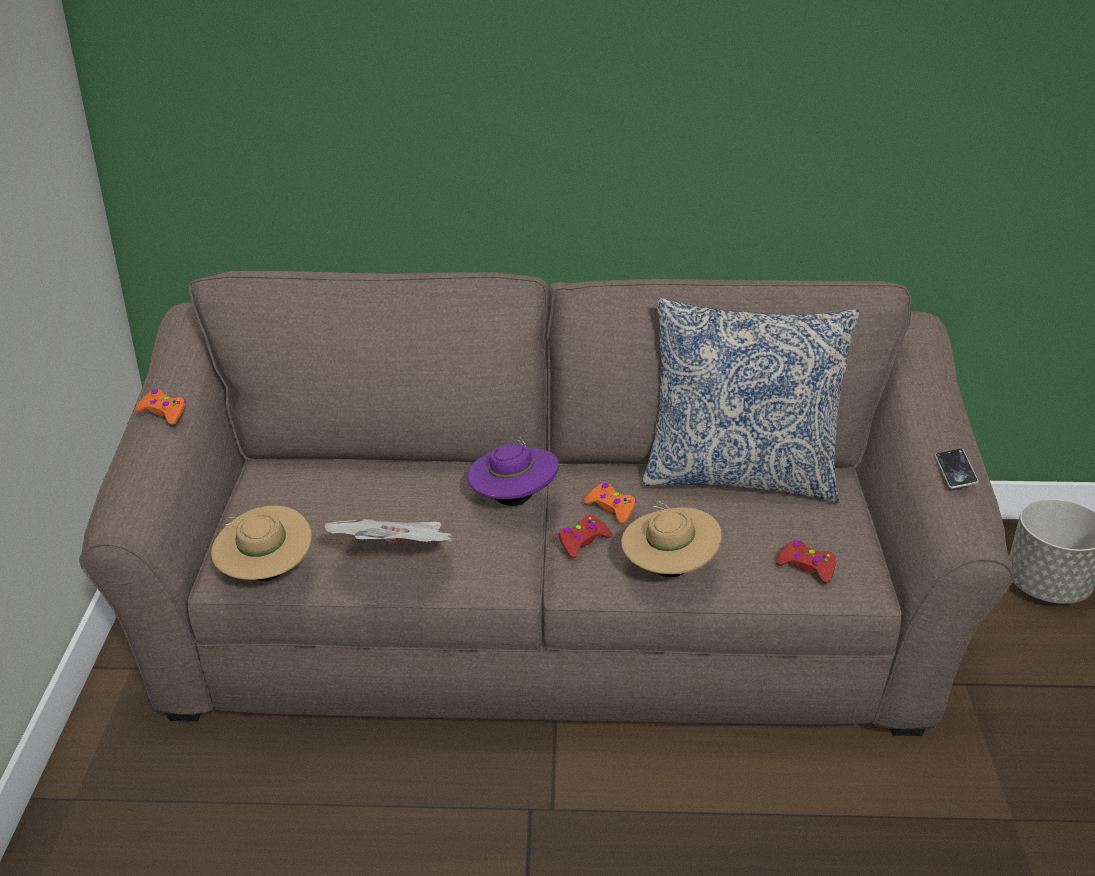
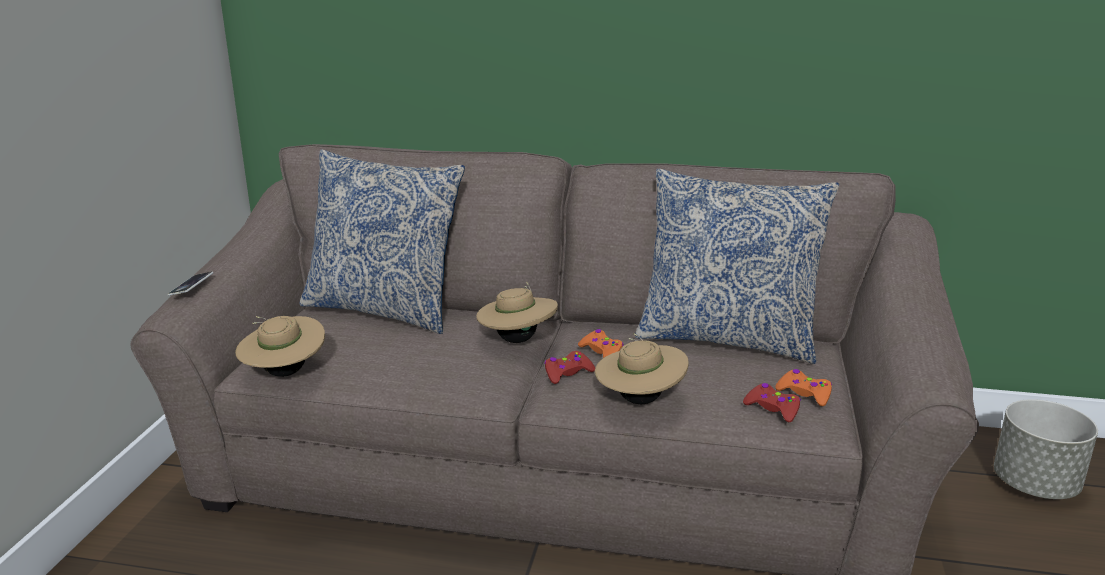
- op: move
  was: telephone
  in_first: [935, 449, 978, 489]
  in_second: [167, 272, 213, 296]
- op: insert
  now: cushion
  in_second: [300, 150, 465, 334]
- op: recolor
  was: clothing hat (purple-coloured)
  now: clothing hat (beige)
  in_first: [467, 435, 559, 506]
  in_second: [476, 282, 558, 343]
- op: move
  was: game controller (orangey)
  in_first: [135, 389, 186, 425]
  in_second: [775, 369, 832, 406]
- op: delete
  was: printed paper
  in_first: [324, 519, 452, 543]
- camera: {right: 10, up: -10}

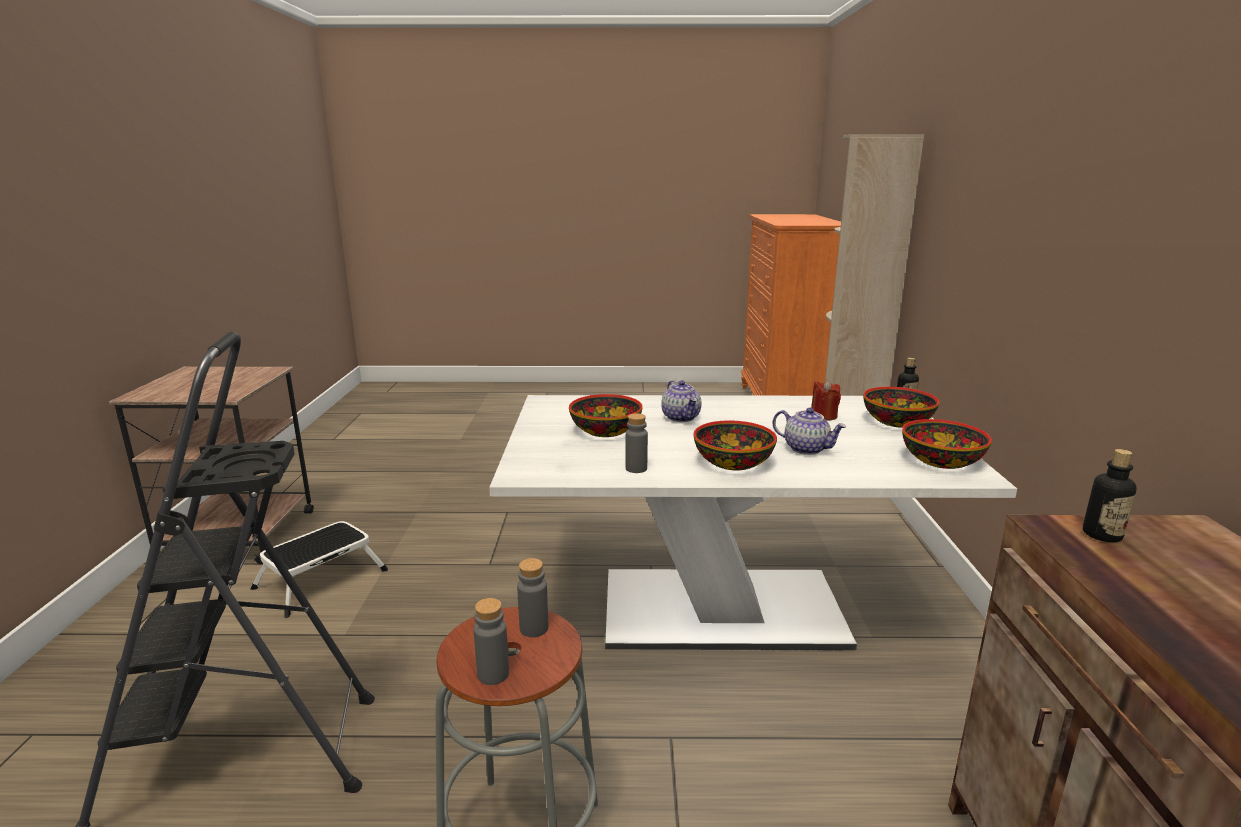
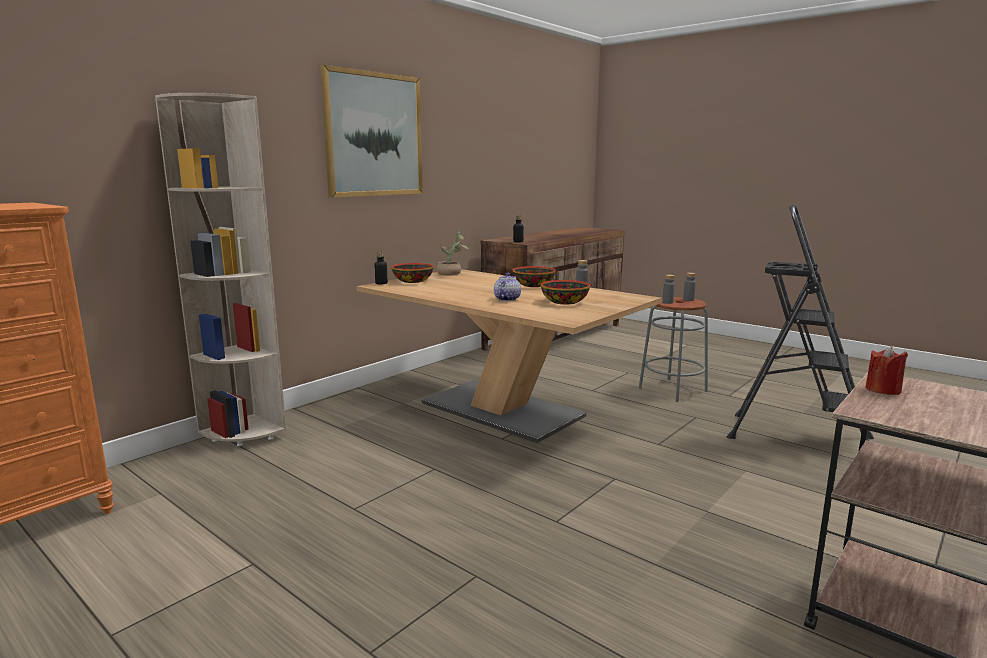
- op: insert
  now: picture
  in_second: [320, 65, 423, 198]
- op: recolor
  was: kitchen table (white)
  now: kitchen table (brownish)
  in_first: [489, 395, 1017, 650]
  in_second: [357, 269, 662, 443]
- op: replace
  was: serving bowl
  now: potted plant
  in_first: [902, 419, 992, 469]
  in_second: [437, 230, 469, 275]
- op: move
  was: wax light (red)
  in_first: [811, 380, 841, 421]
  in_second: [866, 346, 908, 395]
- op: delete
  was: step ladder (blackish)
  in_first: [251, 521, 388, 618]
- op: delete
  was: teapot
  in_first: [773, 408, 847, 455]
- camera: {right: -140, up: -5}

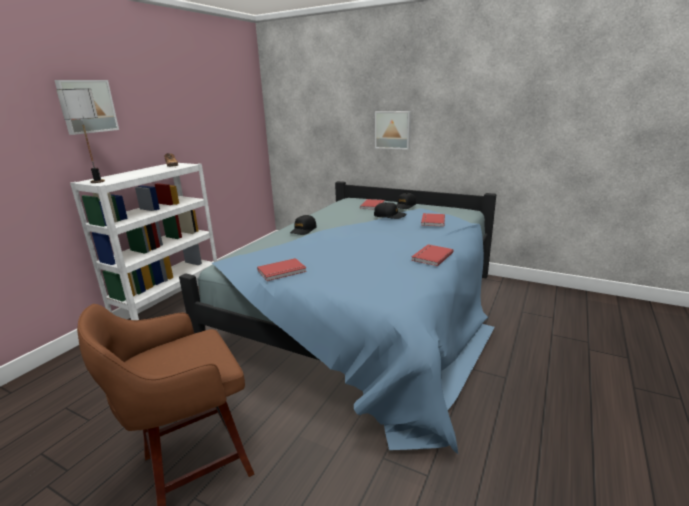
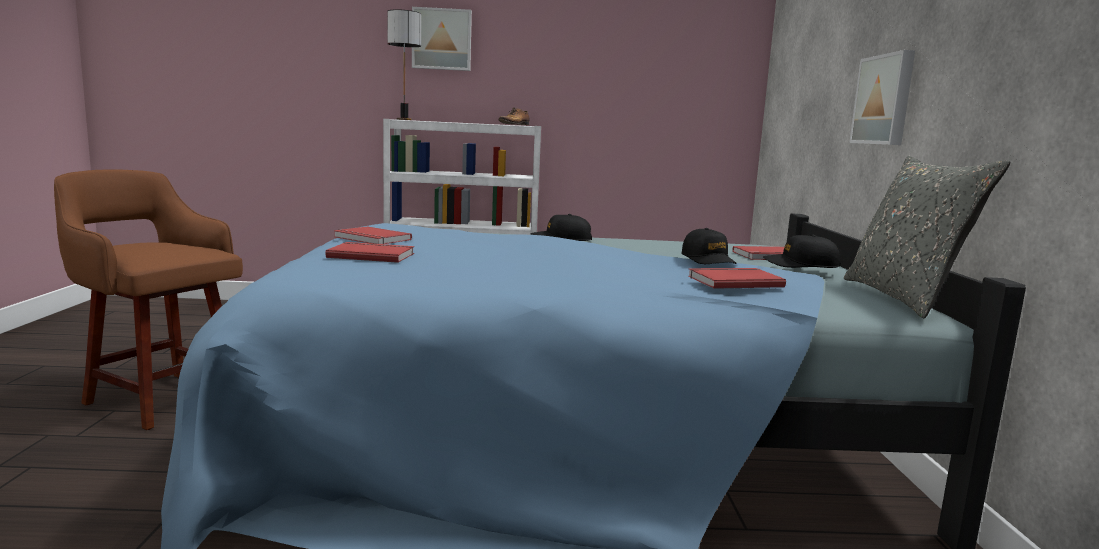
- op: move
  was: bound book (red)
  in_first: [411, 244, 454, 266]
  in_second: [326, 242, 414, 263]
- op: insert
  now: cushion (greyish)
  in_second: [844, 156, 1010, 318]
- camera: {right: 60, up: -10}

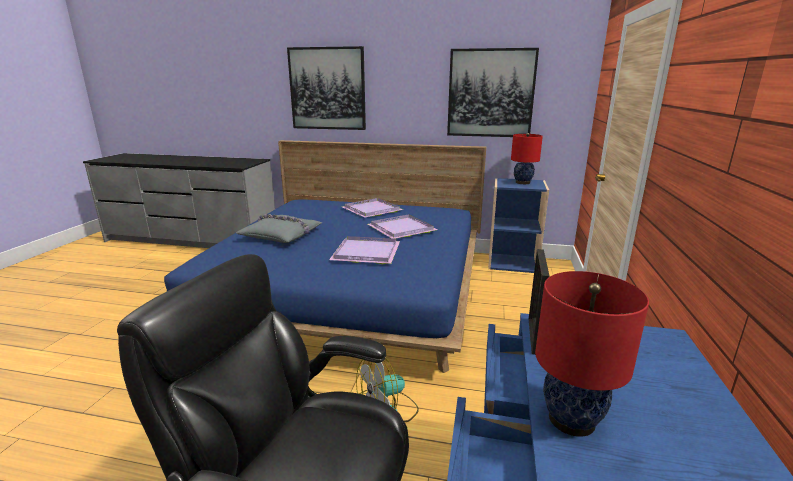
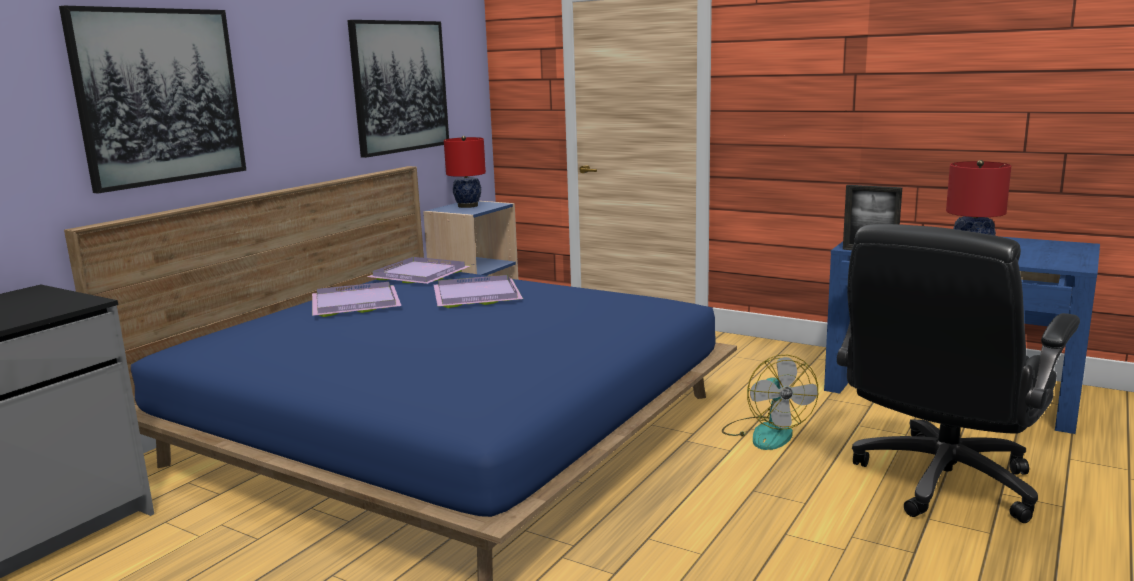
- op: move
  was: carrying tray (purple-coloured)
  in_first: [329, 236, 400, 264]
  in_second: [367, 257, 470, 284]
- op: delete
  was: cushion (greyish)
  in_first: [236, 214, 322, 243]
- camera: {right: -70, up: -5}

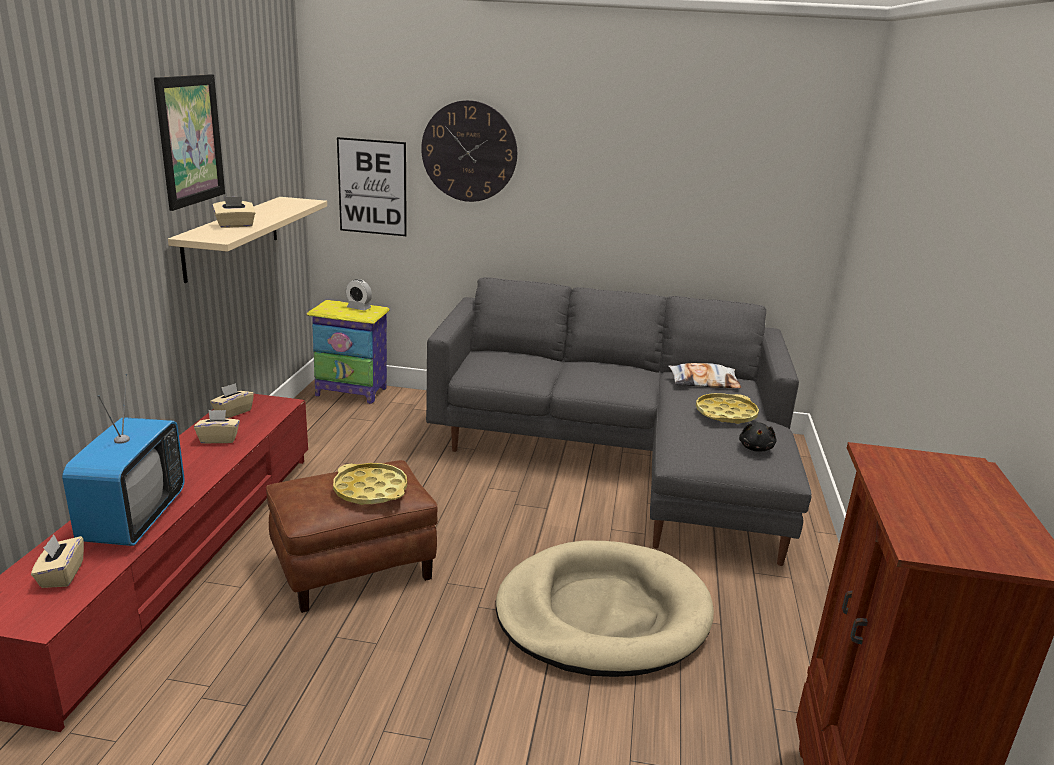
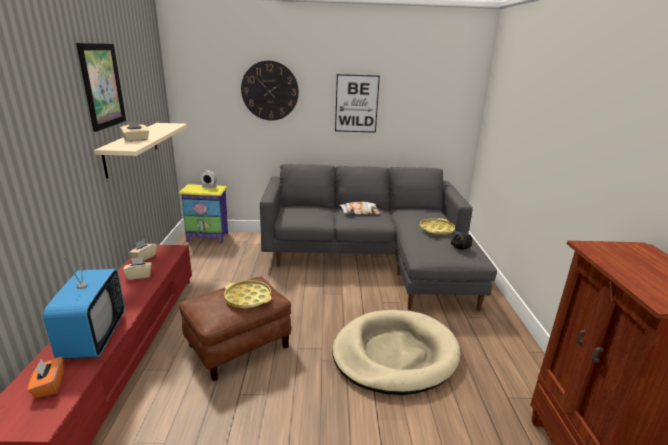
- op: recolor
  was: box of tissues (beige)
  now: box of tissues (orangey)
  in_first: [31, 534, 84, 588]
  in_second: [28, 357, 64, 398]
- op: move
  was: picture
  in_first: [337, 137, 407, 236]
  in_second: [335, 74, 380, 133]
- op: move
  was: cushion
  in_first: [668, 363, 741, 388]
  in_second: [340, 202, 380, 215]
- camera: {right: -10, up: 0}

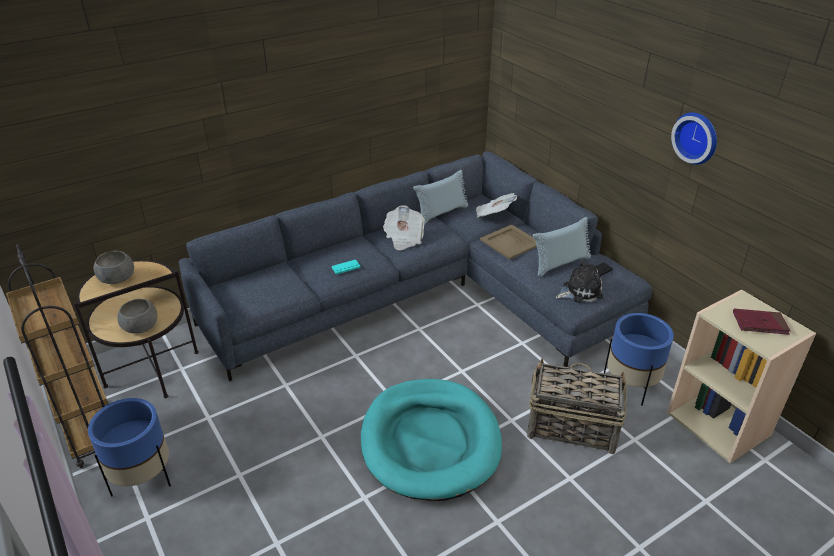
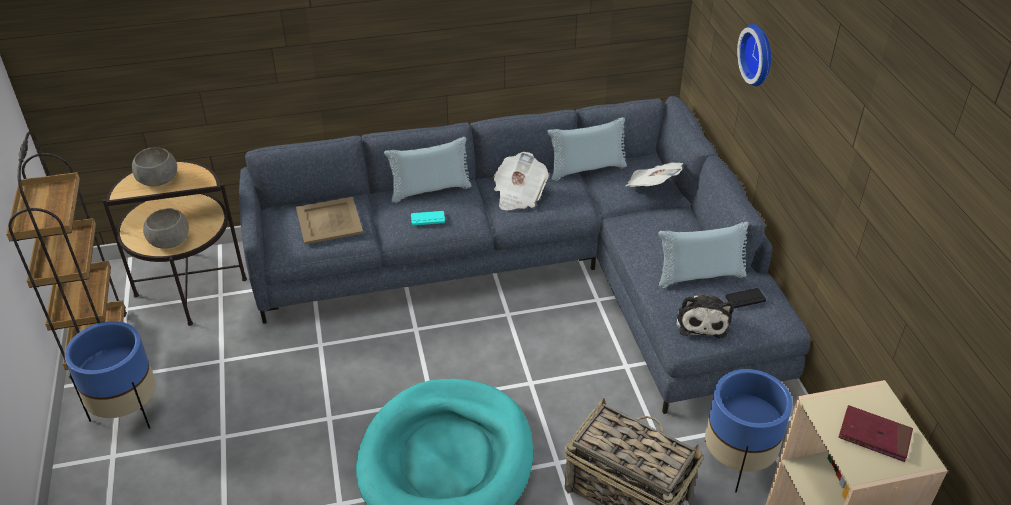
- op: move
  was: carrying tray (beige)
  in_first: [480, 225, 537, 260]
  in_second: [296, 197, 363, 244]
- op: insert
  now: cushion (blue-coloured)
  in_second: [384, 137, 471, 203]
- op: rotate
  was: plush toy
  in_first: [556, 260, 603, 302]
  in_second: [677, 295, 734, 338]
  clockwise: 90
- op: move
  was: clock on the wall
  in_first: [671, 112, 717, 165]
  in_second: [737, 24, 771, 86]
- camera: {right: 20, up: 5}

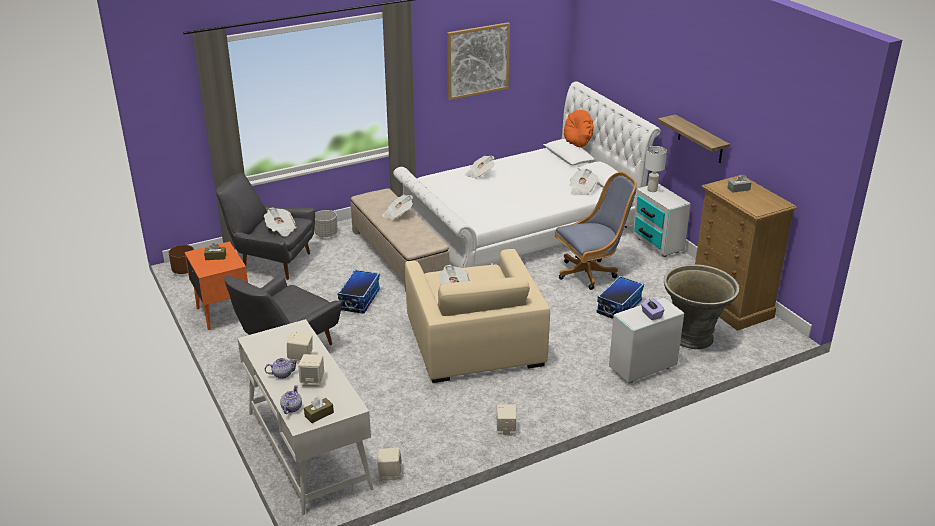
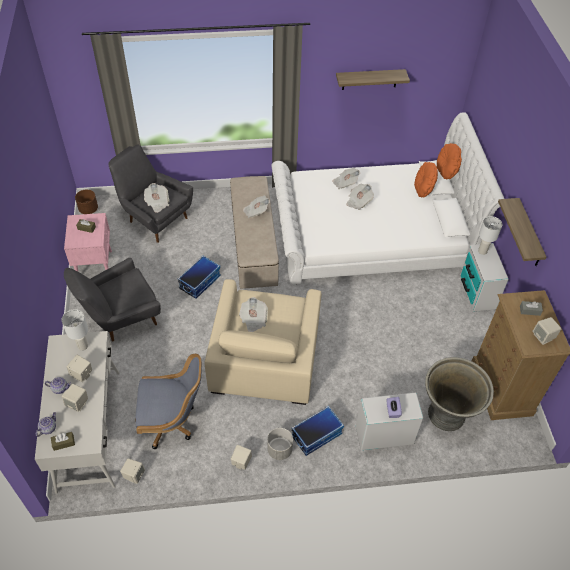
- op: insert
  now: lamp for a table (white)
  in_second: [62, 309, 88, 351]
- op: recolor
  was: nightstand (orangey)
  now: nightstand (pinkish)
  in_first: [185, 242, 248, 330]
  in_second: [64, 213, 112, 271]
- op: move
  was: computer chair (blue-coloured)
  in_first: [555, 172, 637, 290]
  in_second: [135, 354, 202, 449]
- op: move
  was: plant pot (greyish)
  in_first: [314, 210, 338, 237]
  in_second: [267, 428, 293, 460]
- op: move
  was: storage bin
  in_first: [597, 276, 644, 319]
  in_second: [292, 406, 344, 456]
- op: replace
  was: picture
  now: wall shelf
  in_first: [447, 22, 510, 100]
  in_second: [336, 69, 410, 90]
- op: move
  was: printed paper
  in_first: [569, 169, 598, 195]
  in_second: [346, 184, 374, 210]
- op: insert
  now: cushion (orangey)
  in_second: [414, 162, 438, 197]
- op: insert
  now: loudspeaker (beige)
  in_second: [532, 317, 562, 345]
- camera: {right: 20, up: 20}

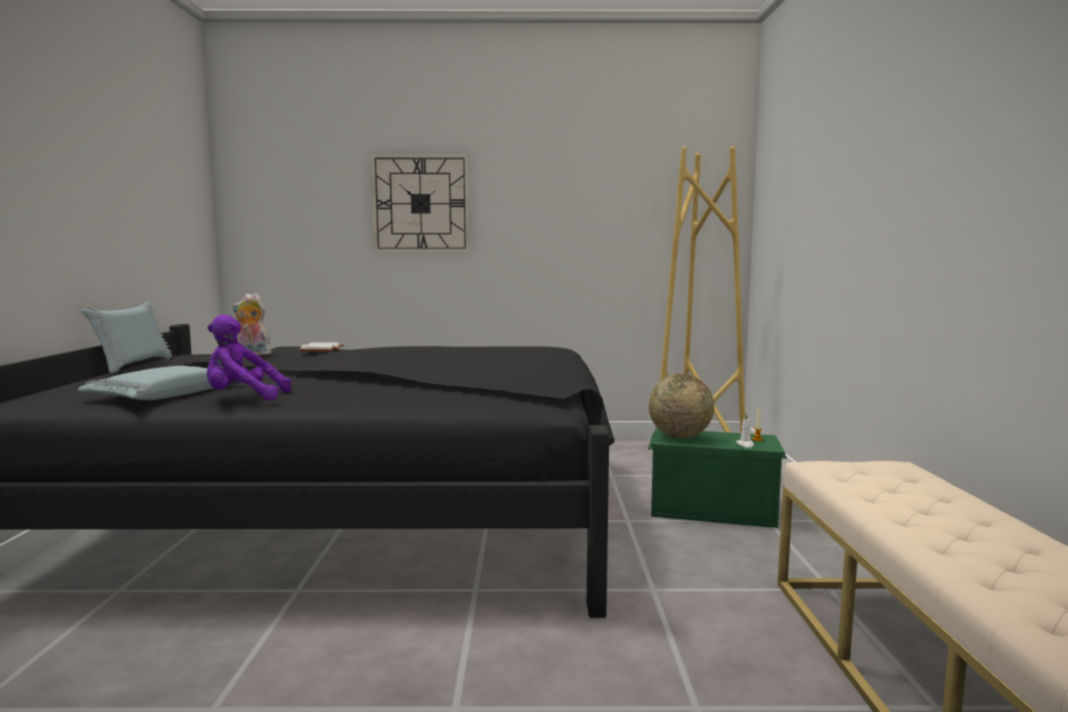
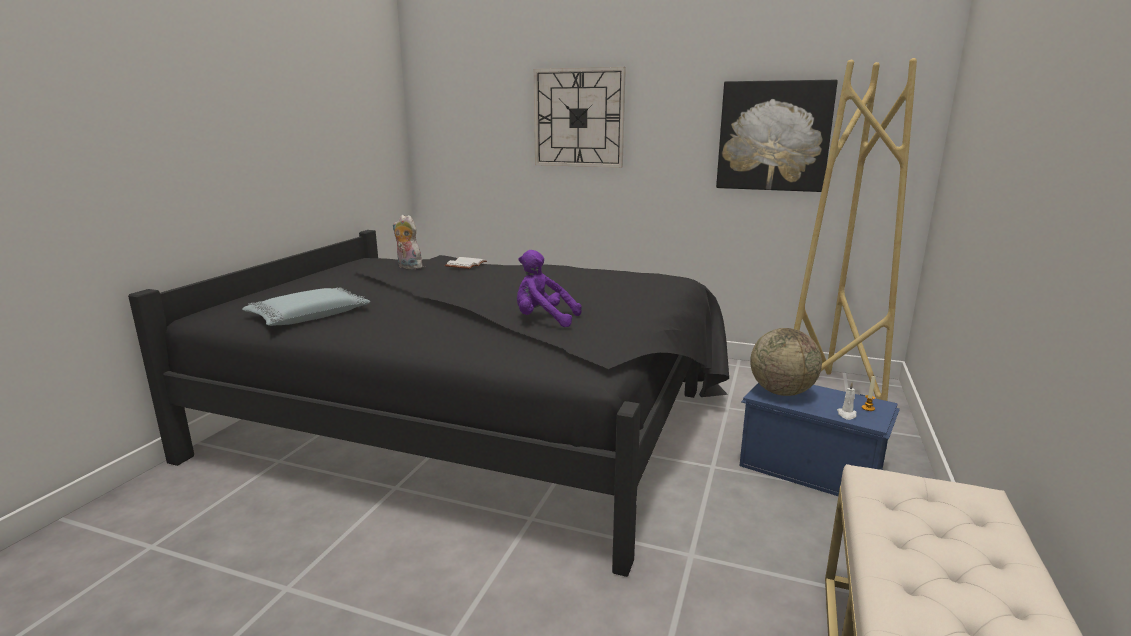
- op: move
  was: plush toy (purple-coloured)
  in_first: [207, 314, 291, 401]
  in_second: [517, 250, 582, 327]
- op: insert
  now: picture
  in_second: [716, 80, 838, 192]
- op: recolor
  was: storage bin (greenish)
  now: storage bin (blue-coloured)
  in_first: [648, 428, 787, 528]
  in_second: [740, 383, 900, 496]
- op: delete
  was: cushion (blue-coloured)
  in_first: [82, 302, 172, 374]
- camera: {right: 20, up: 10}

